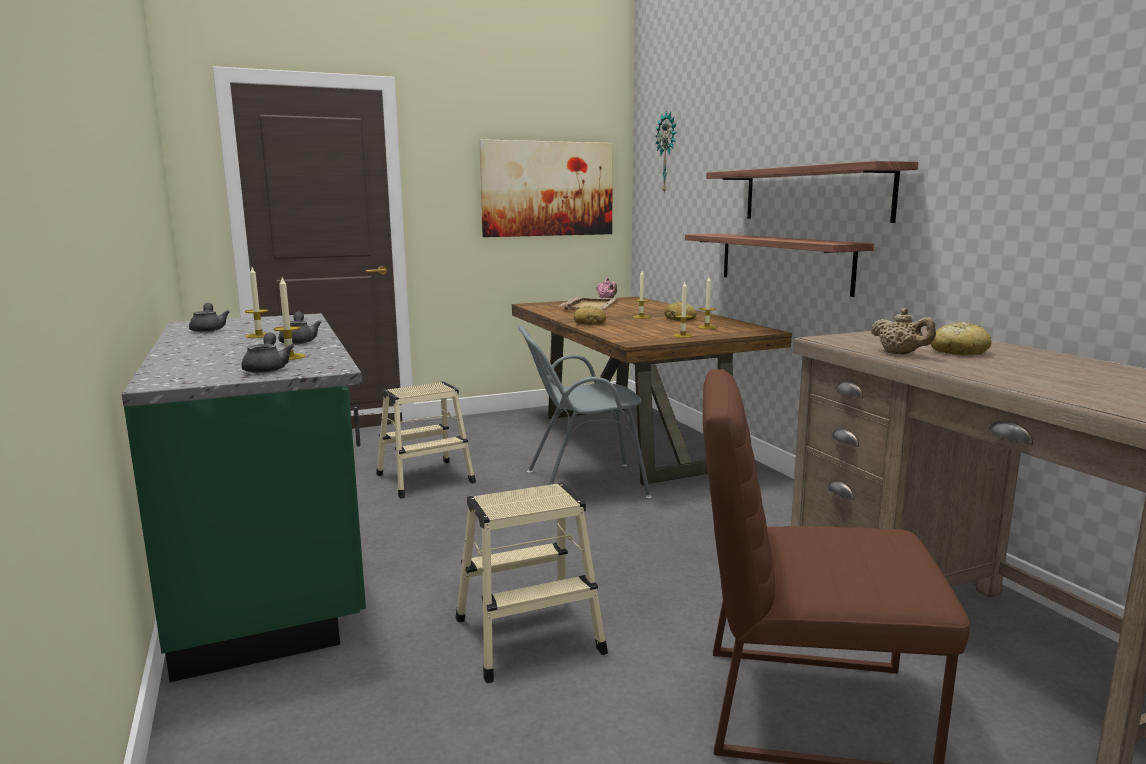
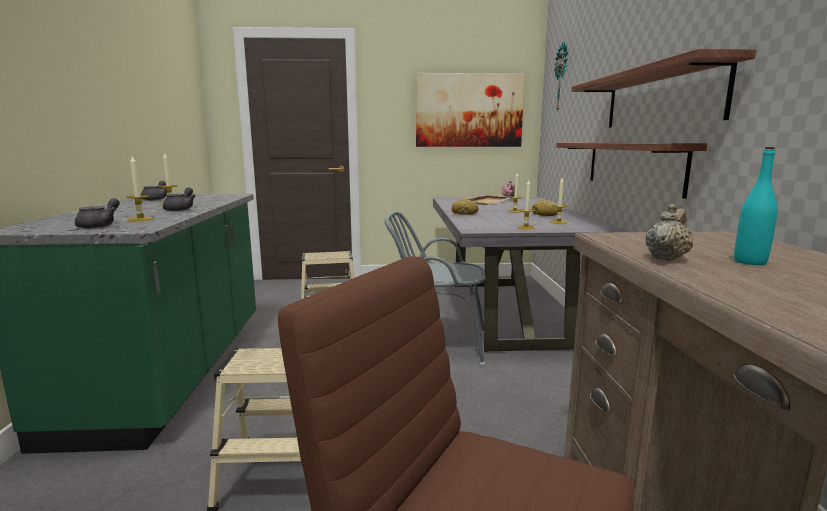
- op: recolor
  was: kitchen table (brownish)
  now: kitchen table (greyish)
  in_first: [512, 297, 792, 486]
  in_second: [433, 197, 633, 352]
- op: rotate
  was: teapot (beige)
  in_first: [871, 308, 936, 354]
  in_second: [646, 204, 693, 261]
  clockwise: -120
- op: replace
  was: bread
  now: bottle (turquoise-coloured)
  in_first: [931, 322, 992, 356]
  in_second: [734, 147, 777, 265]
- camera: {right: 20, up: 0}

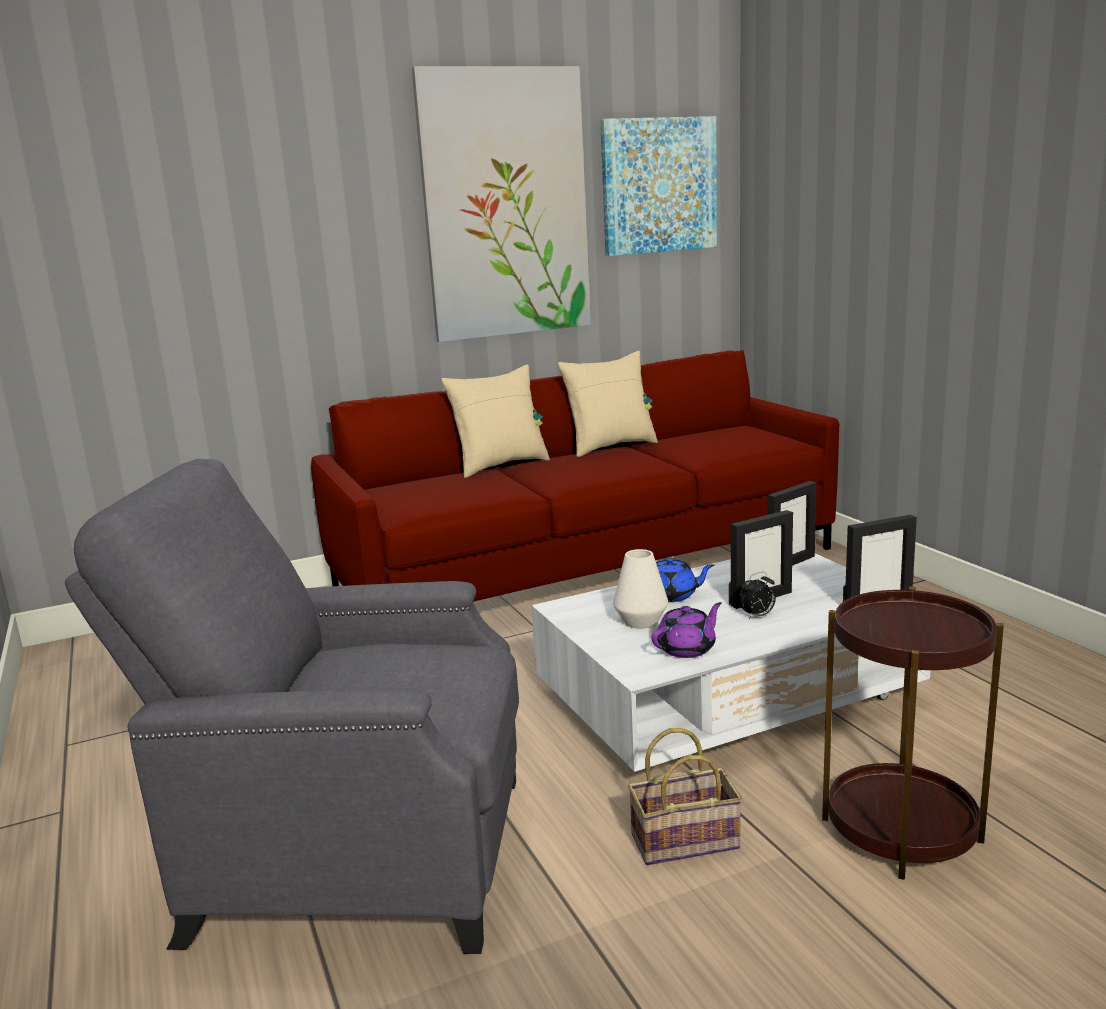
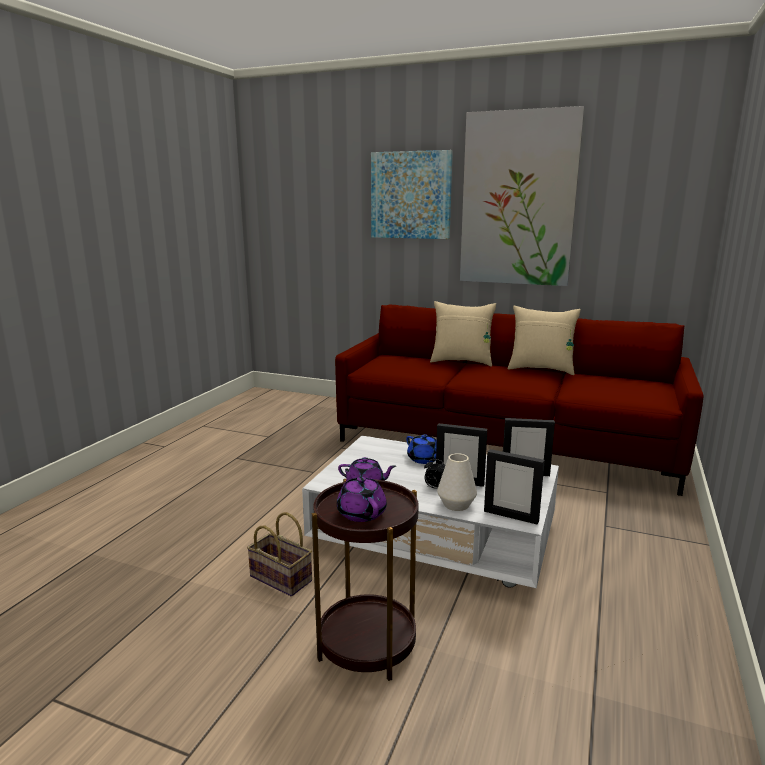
- op: insert
  now: teapot (purple-coloured)
  in_second: [337, 468, 387, 522]
- op: move
  was: picture
  in_first: [600, 116, 717, 256]
  in_second: [371, 150, 453, 239]
- op: move
  was: vase (white)
  in_first: [613, 549, 668, 629]
  in_second: [437, 453, 477, 511]
- op: delete
  was: easy chair (greyish)
  in_first: [65, 459, 519, 954]
- camera: {right: 45, up: 0}

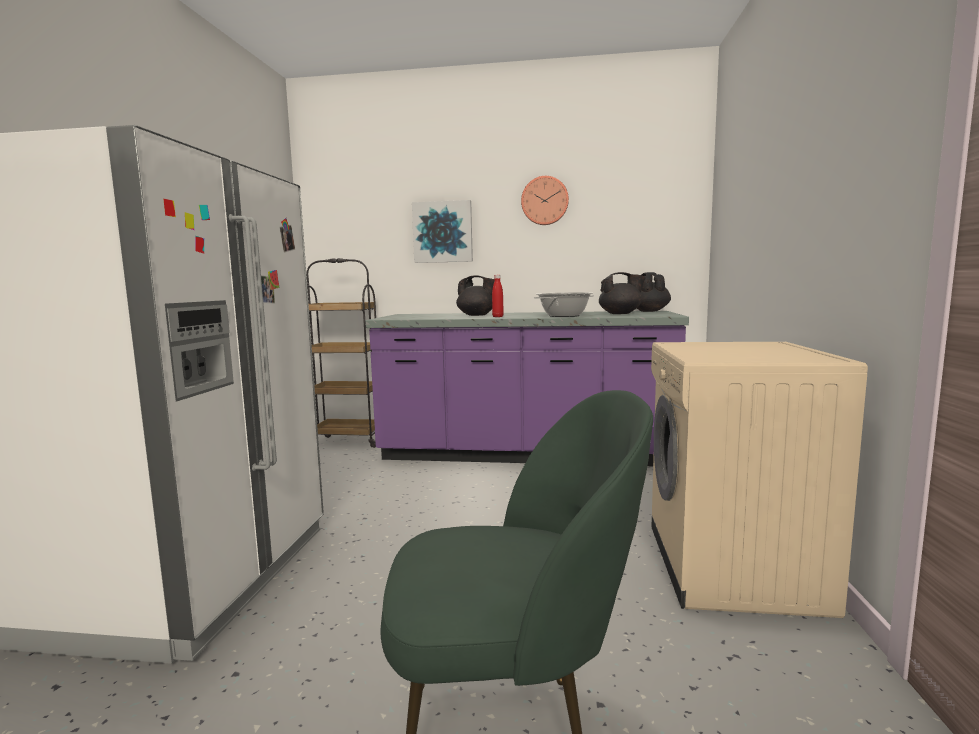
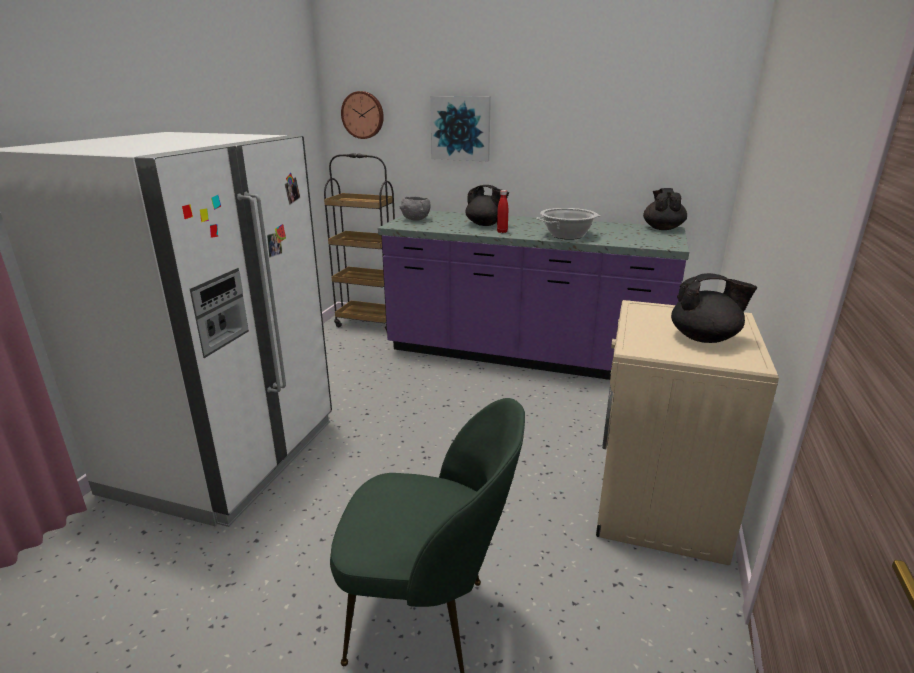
- op: move
  was: clock on the wall
  in_first: [521, 176, 569, 225]
  in_second: [341, 91, 384, 139]
- op: insert
  now: serving bowl (greyish)
  in_second: [400, 196, 431, 221]
- op: move
  was: teapot (blackish)
  in_first: [599, 272, 646, 314]
  in_second: [671, 273, 757, 343]
- camera: {right: 10, up: 15}

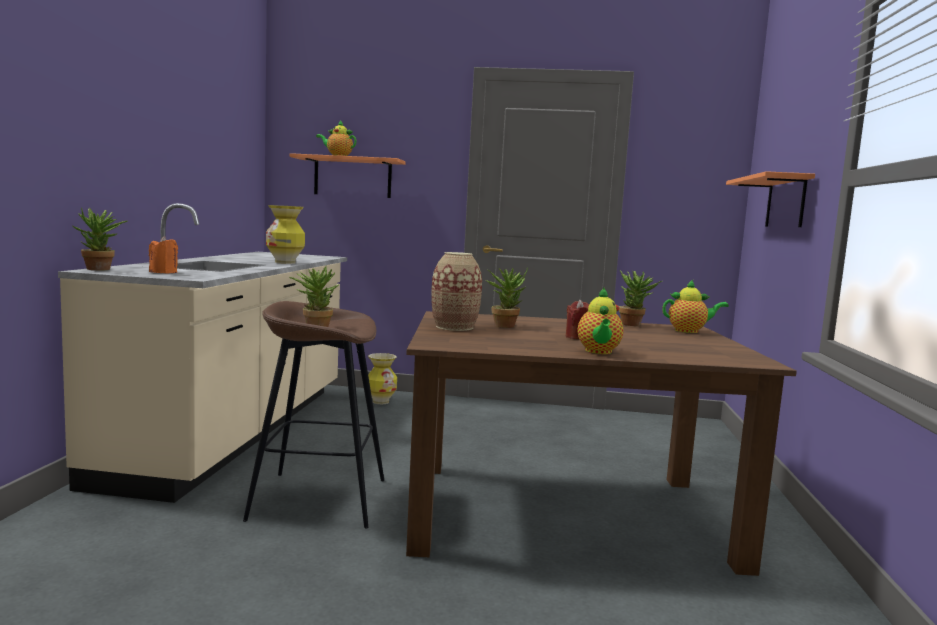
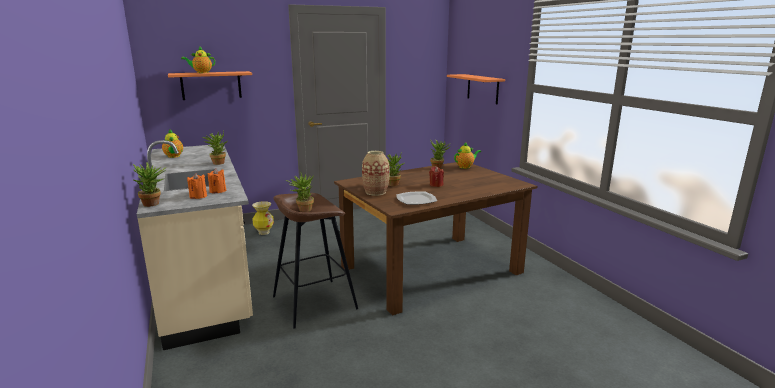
- op: move
  was: teapot
  in_first: [578, 288, 623, 354]
  in_second: [162, 130, 183, 158]
- op: replace
  was: vase
  now: potted plant
  in_first: [266, 205, 305, 264]
  in_second: [202, 132, 228, 165]
- op: insert
  now: wax light (orangey)
  in_second: [208, 168, 226, 194]
- op: insert
  now: flat dish
  in_second: [396, 191, 437, 205]
- camera: {right: -30, up: 10}

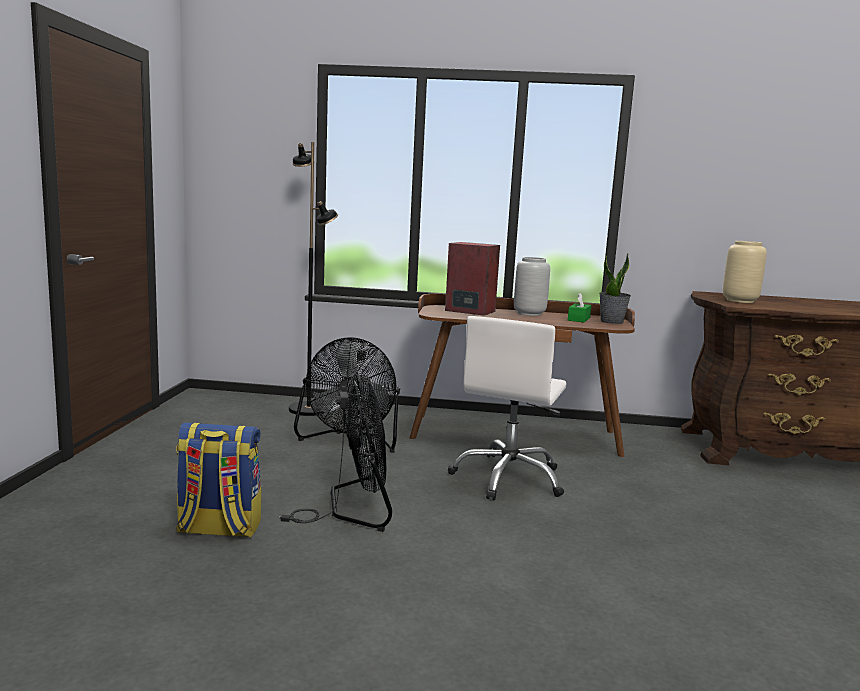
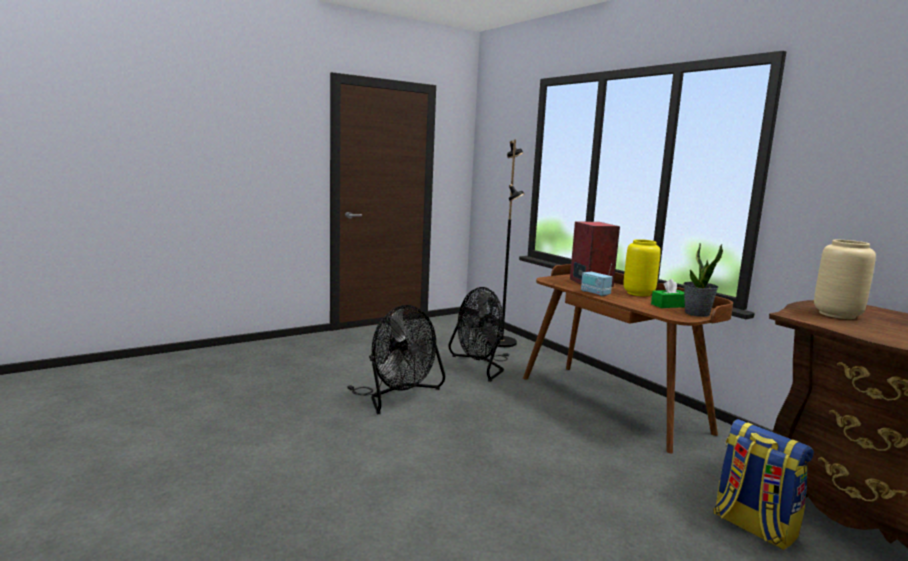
- op: insert
  now: radio receiver
  in_second: [581, 264, 612, 296]
- op: recolor
  was: vase (greyish)
  now: vase (yellow)
  in_first: [514, 257, 550, 316]
  in_second: [623, 239, 661, 296]
- op: move
  was: knapsack
  in_first: [176, 422, 261, 537]
  in_second: [714, 419, 814, 550]
- op: delete
  was: computer chair (white)
  in_first: [448, 316, 567, 500]
- camera: {right: 50, up: 0}

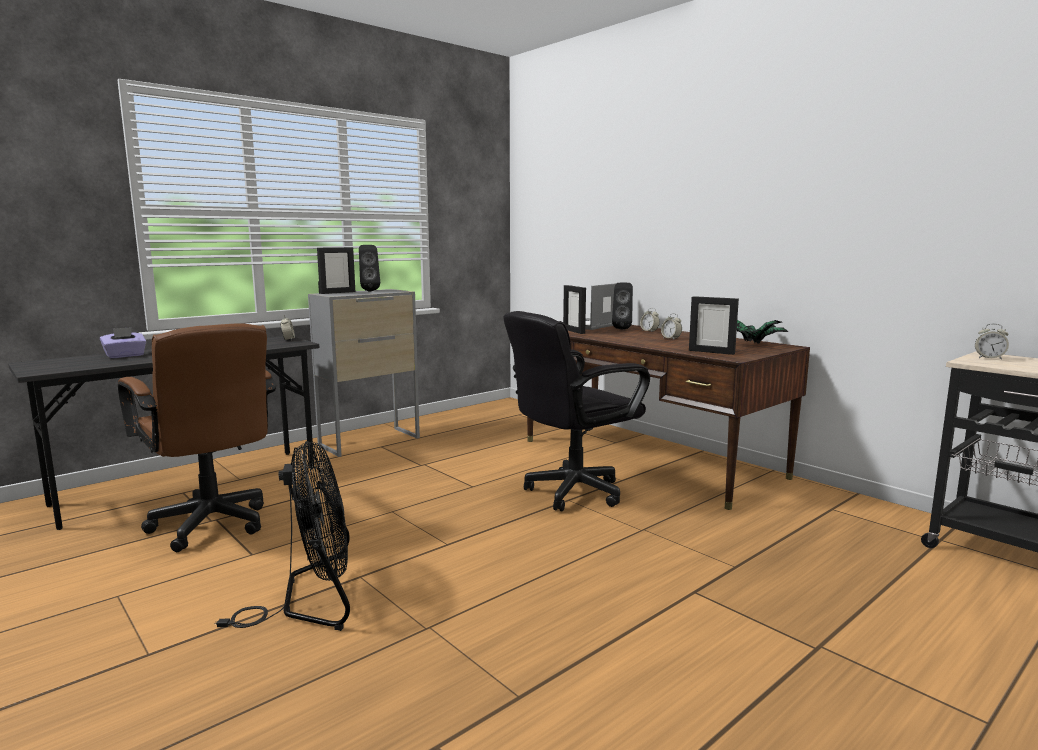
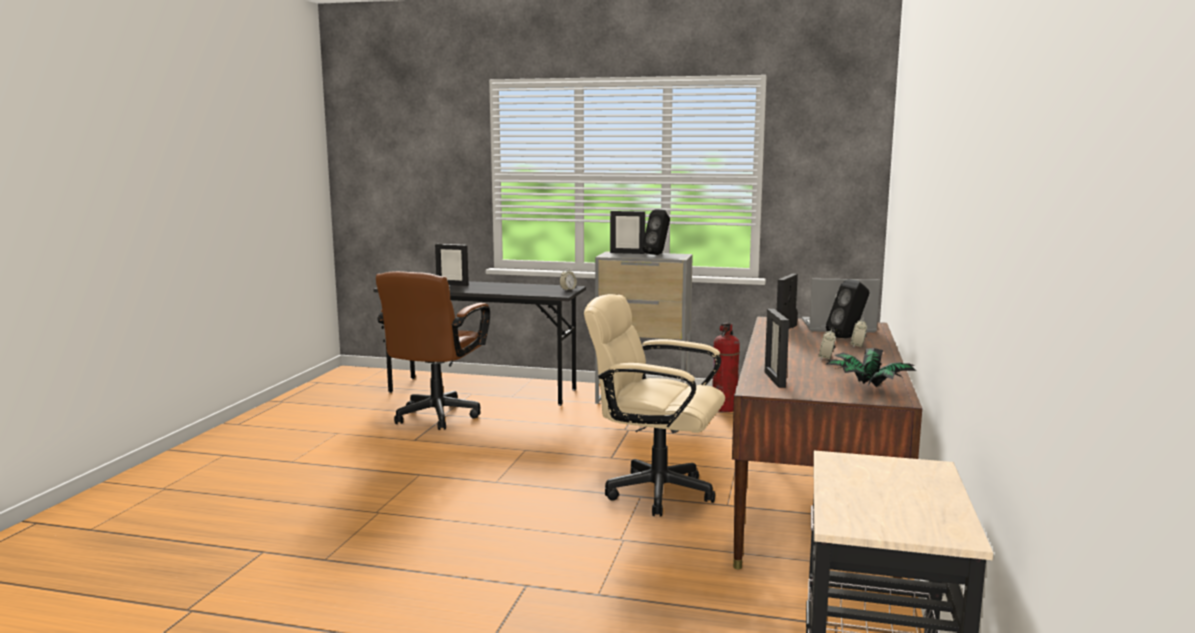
- op: replace
  was: box of tissues (purple-coloured)
  now: picture frame
  in_first: [100, 327, 146, 358]
  in_second: [435, 244, 469, 286]
- op: recolor
  was: computer chair (blackish)
  now: computer chair (beige)
  in_first: [503, 311, 650, 511]
  in_second: [584, 294, 725, 516]
- op: insert
  now: fire extinguisher
  in_second: [712, 323, 740, 412]
- op: delete
  was: electric fan (blackish)
  in_first: [214, 441, 350, 631]
- op: delete
  was: table clock
  in_first: [975, 323, 1009, 360]
- camera: {right: 55, up: 0}

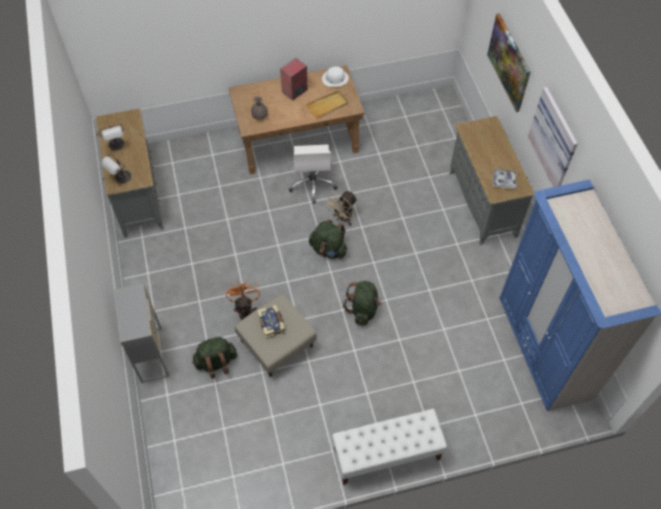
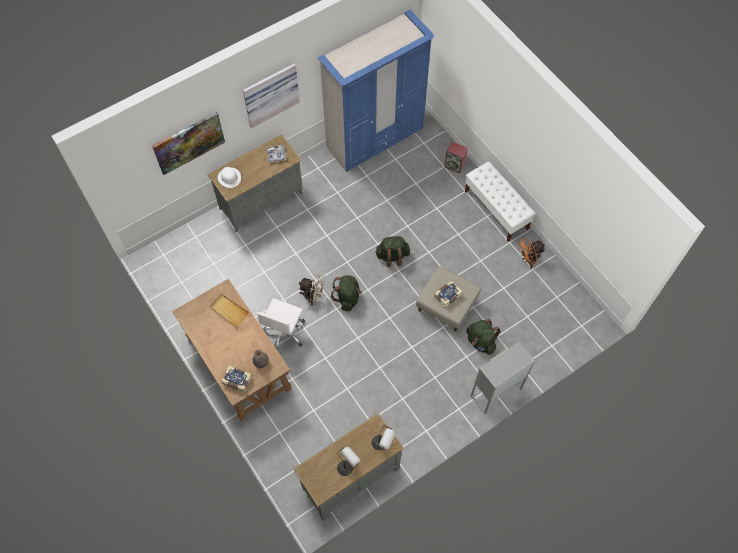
- op: move
  was: clothing hat (white)
  in_first: [322, 67, 349, 87]
  in_second: [218, 167, 241, 188]
- op: insert
  now: bound book
  in_second: [221, 366, 252, 392]
- op: rotate
  was: computer chair (white)
  in_first: [289, 144, 337, 204]
  in_second: [257, 298, 305, 349]
  clockwise: 135
- op: move
  was: loudspeaker
  in_first: [280, 58, 308, 101]
  in_second: [444, 142, 468, 173]
- op: move
  was: electric fan (orangey)
  in_first: [226, 280, 260, 320]
  in_second: [518, 238, 546, 269]
- camera: {right: -110, up: 5}

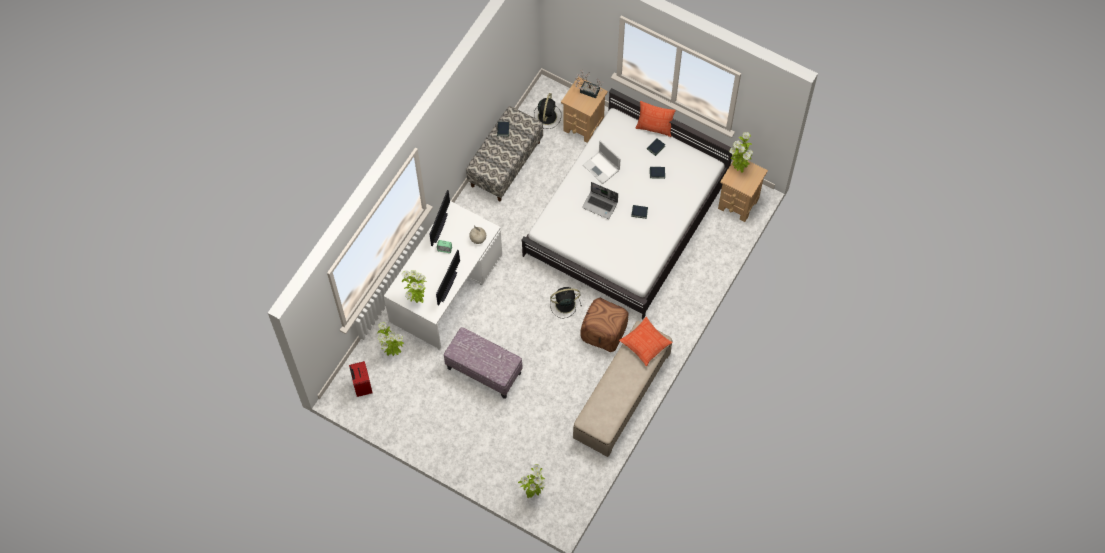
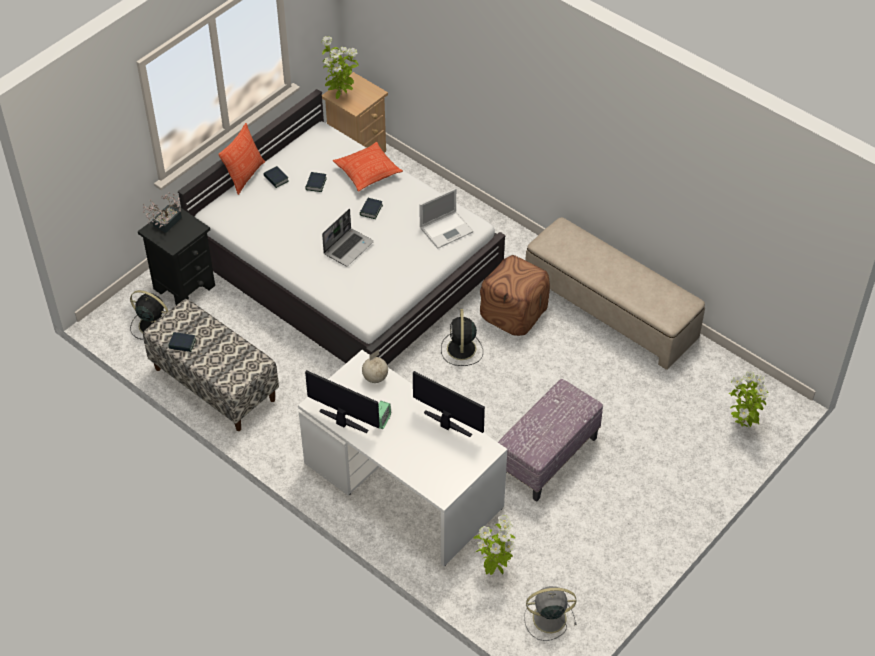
- op: recolor
  was: nightstand (beige)
  now: nightstand (blackish)
  in_first: [561, 77, 608, 143]
  in_second: [138, 204, 215, 305]
- op: move
  was: cushion (orangey)
  in_first: [619, 317, 673, 366]
  in_second: [333, 142, 403, 192]
- op: move
  was: notebook computer
  in_first: [583, 140, 621, 184]
  in_second: [419, 188, 474, 248]
- op: replace
  was: piece of luggage (red)
  now: electric fan (greyish)
  in_first: [349, 361, 372, 397]
  in_second: [524, 586, 576, 641]
- op: delete
  was: potted plant
  in_first: [402, 270, 427, 303]
- camera: {right: -80, up: -15}

